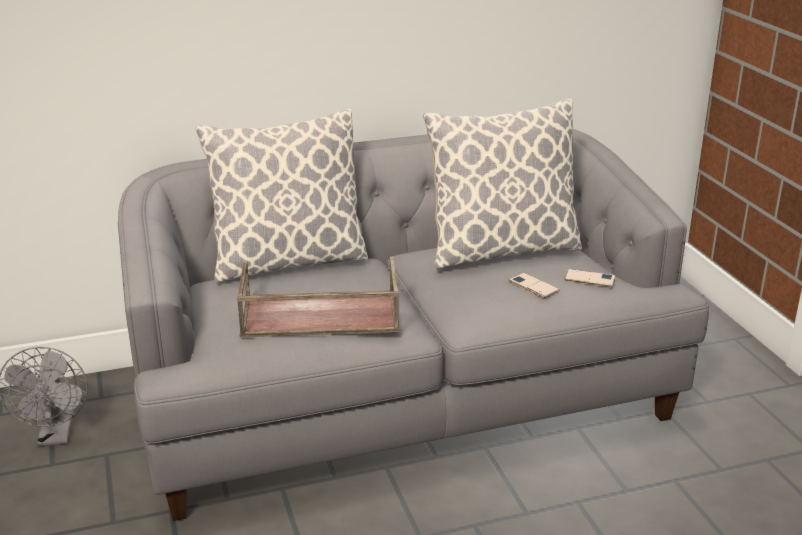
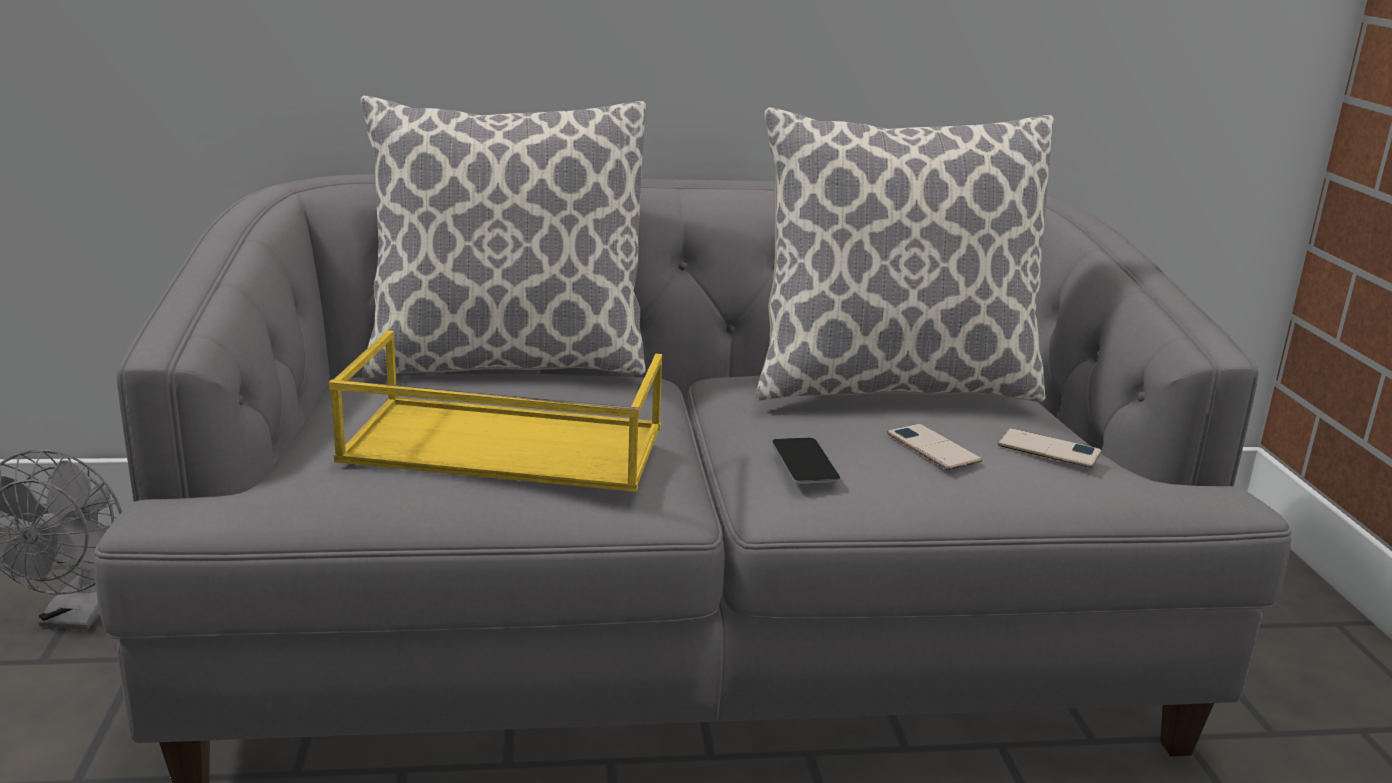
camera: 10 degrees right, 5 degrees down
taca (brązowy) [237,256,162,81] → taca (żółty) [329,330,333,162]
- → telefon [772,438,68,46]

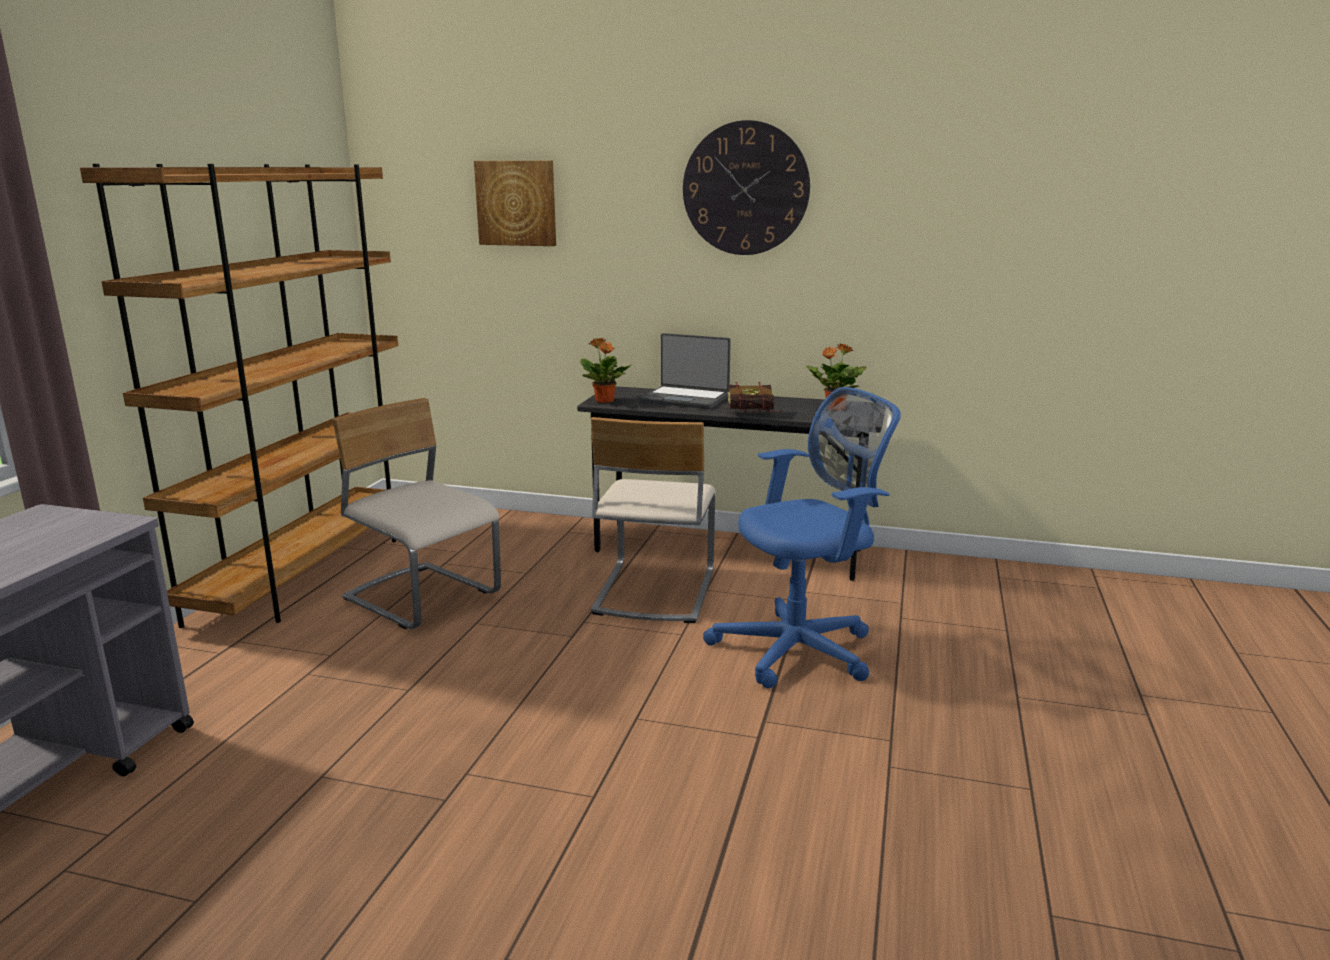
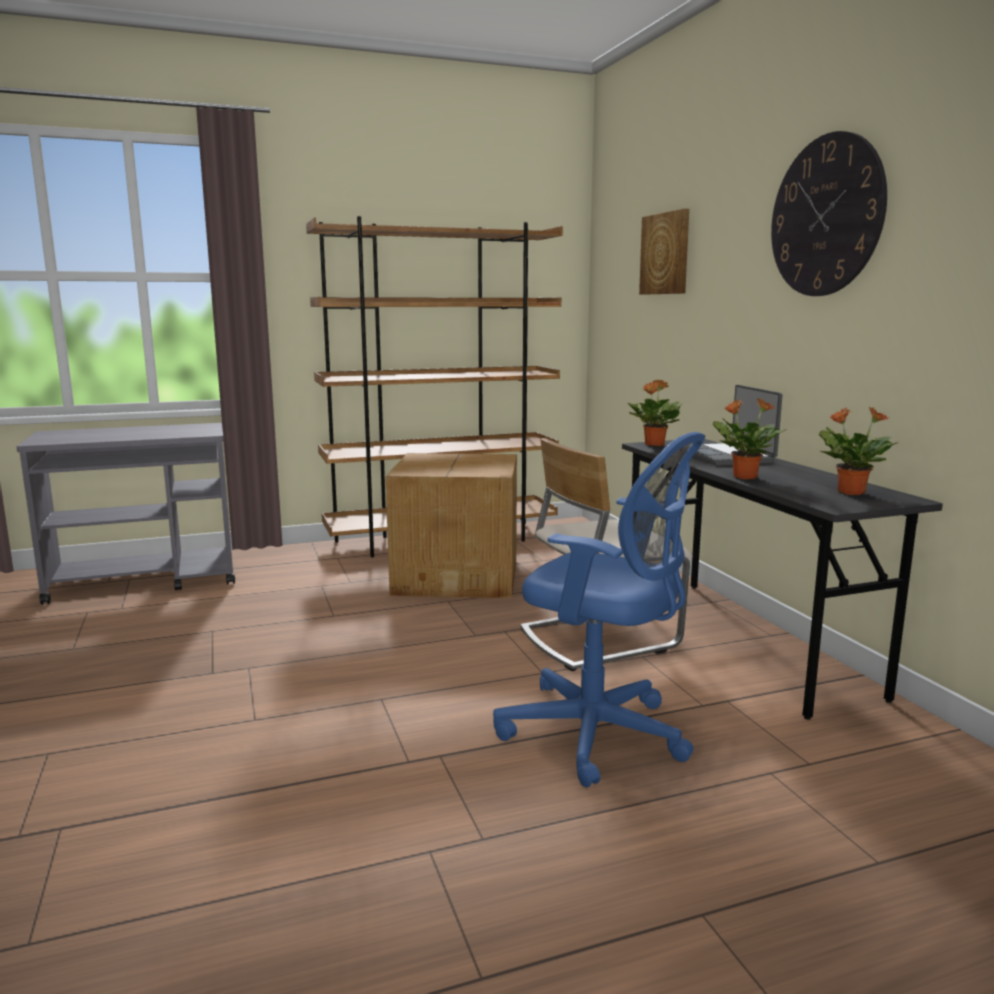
camera: 55 degrees right, 5 degrees down
krzesło (beżowy) [332,398,169,231] → karton [386,453,131,145]
książka [728,382,54,30] → roślina doniczkowa [713,398,74,81]

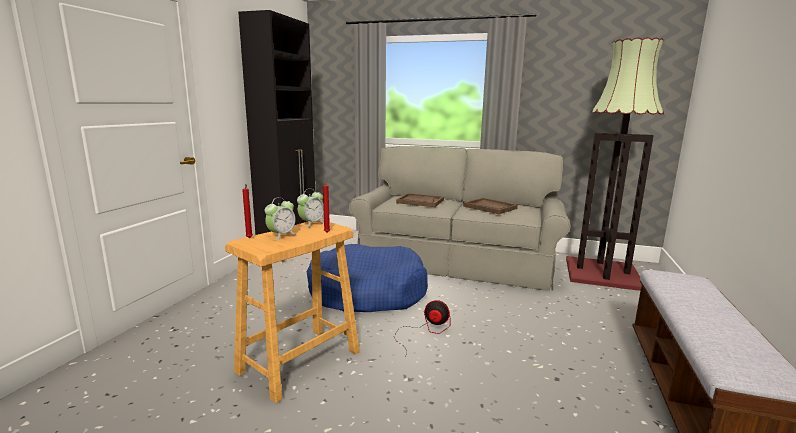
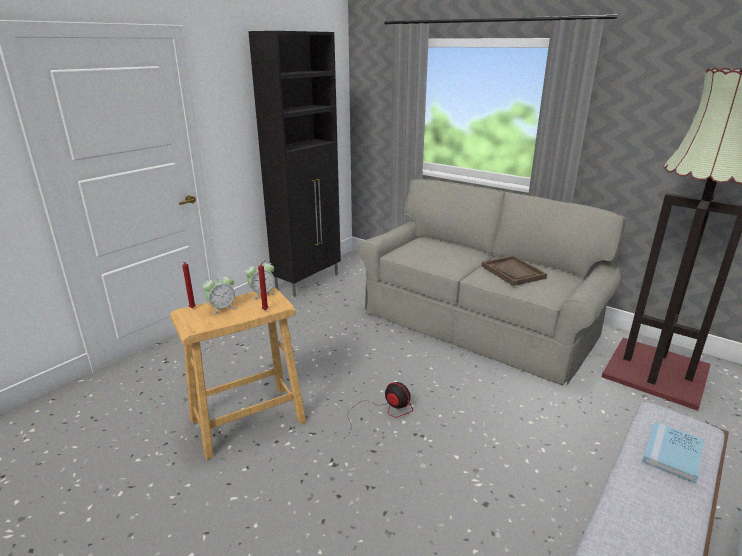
camera: 20 degrees right, 10 degrees up
legowisko (niebieski) [307,244,121,68] → -
taca (brązowy) [396,193,48,14] → -
- → książka (niebieski) [642,422,62,61]

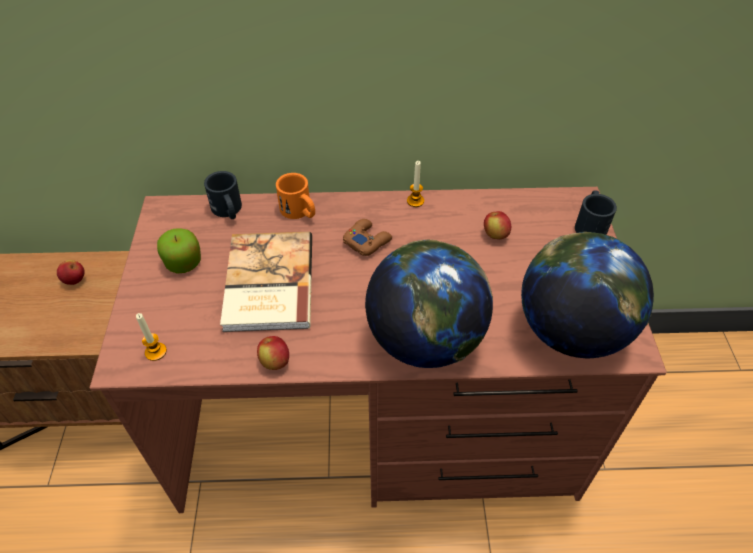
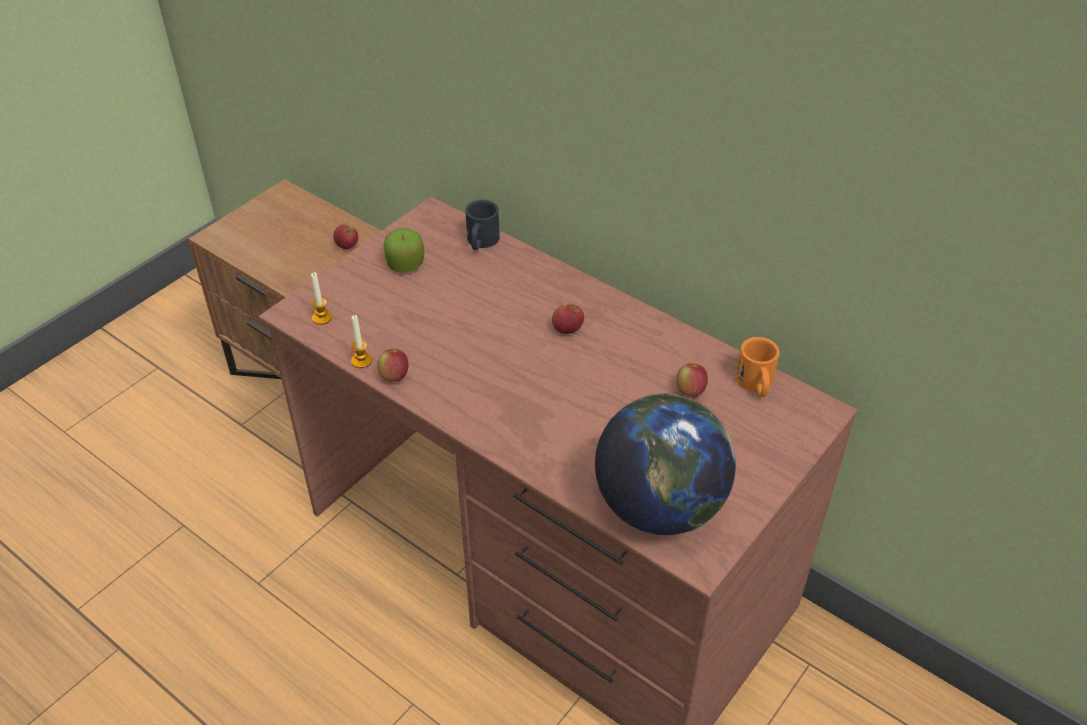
camera: 40 degrees right, 5 degrees down
książka [220,232,92,100] → -
kubek (pomarańczowy) [276,173,39,46] → kubek (pomarańczowy) [736,337,43,60], move
pad do gier (brązowy) [343,219,49,37] → jabłko [552,303,32,31]
globus [365,239,128,129] → -
świeca [407,161,17,46] → świeca [351,315,21,53], move
kubek (czarny) [575,190,42,45] → -

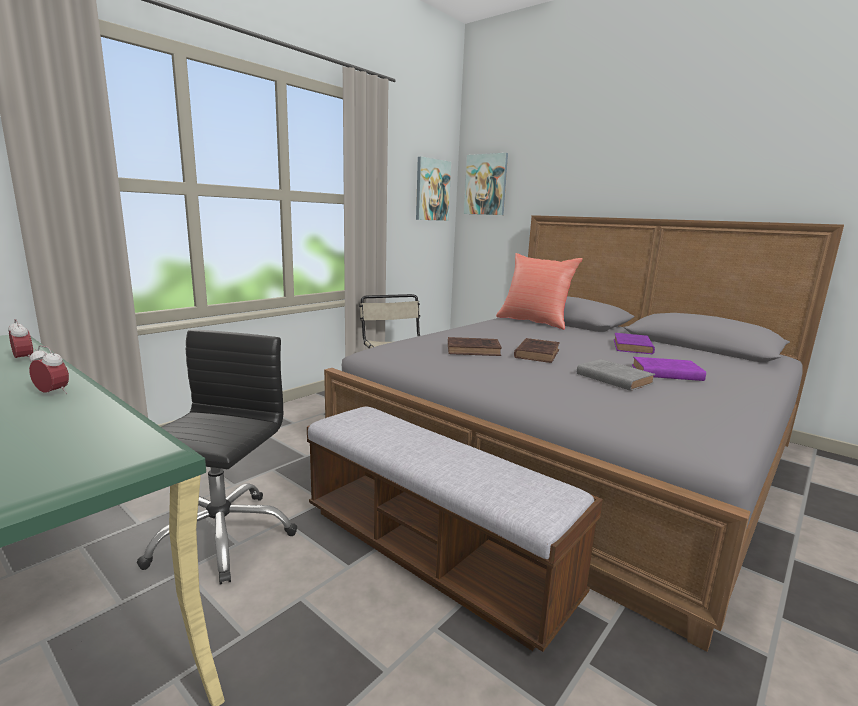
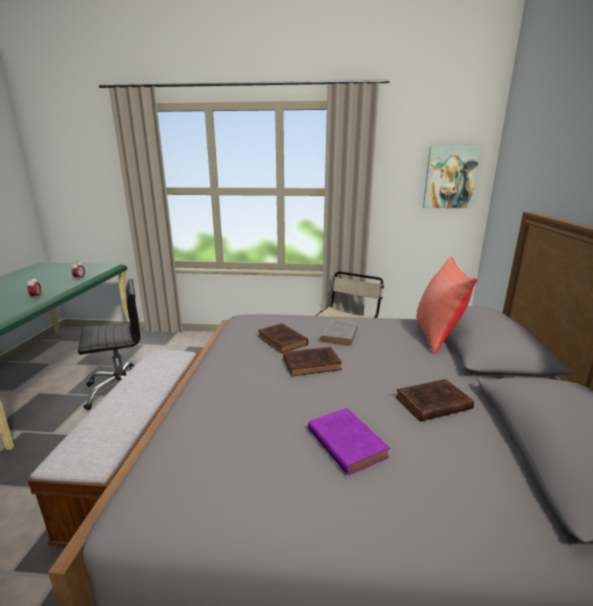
camera: 55 degrees right, 5 degrees up
obraz [464,153,44,62] → -
książka (szary) [577,359,78,32] → książka (szary) [320,319,39,27], move
książka (fioletowy) [614,333,41,21] → książka (brązowy) [396,379,78,43]

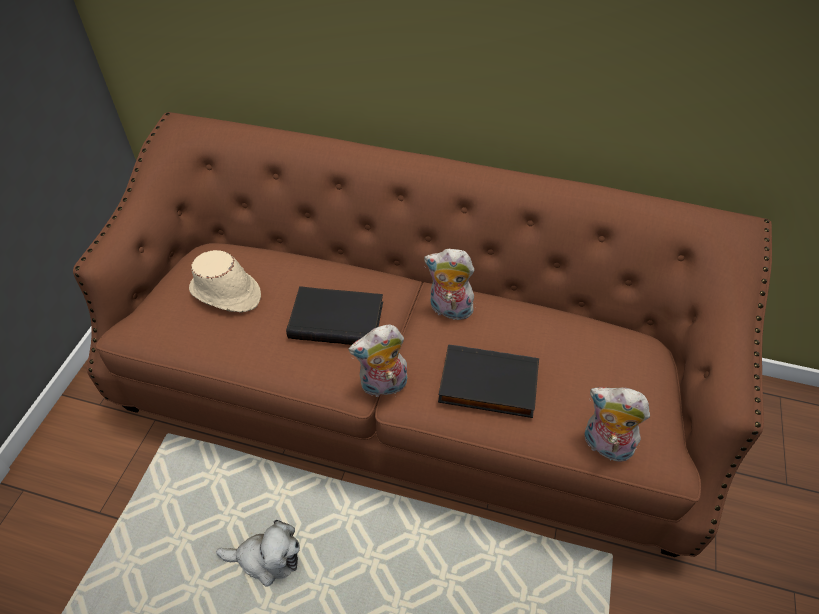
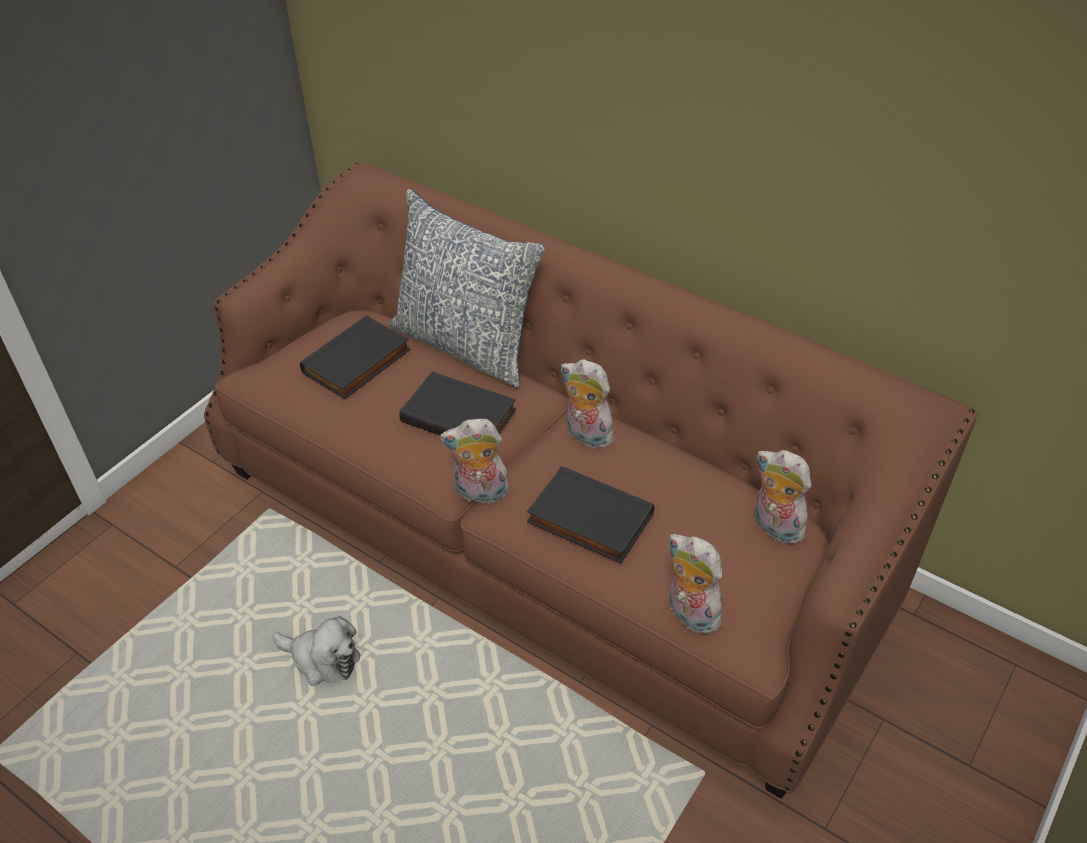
camera: 20 degrees right, 5 degrees down
kapelusz (beżowy) [189,250,72,63] → książka (czarny) [300,315,111,84]
- → poduszka [389,189,156,199]
- → pluszak [755,450,56,95]

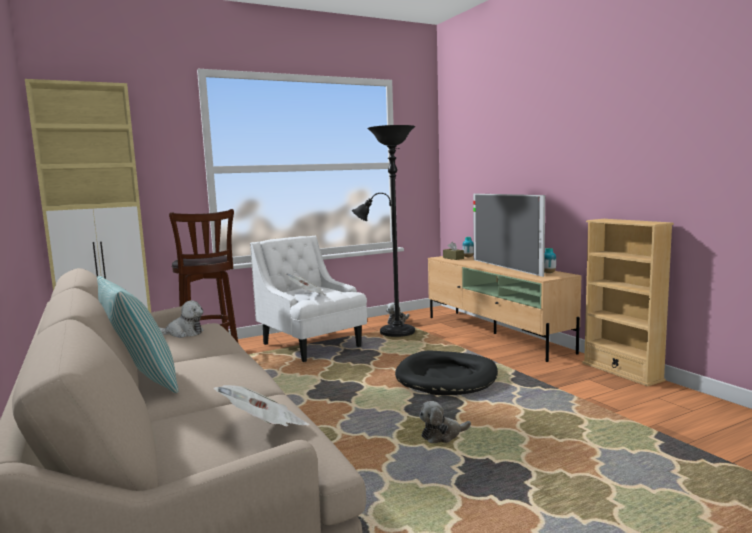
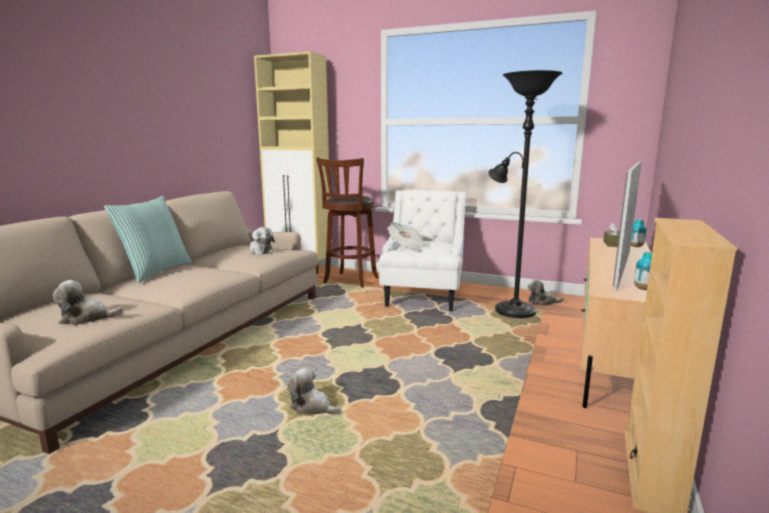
camera: 50 degrees right, 5 degrees up
gazeta [213,385,97,41] → pluszak [53,280,70,45]
legowisko (czarny) [395,350,103,45] → -

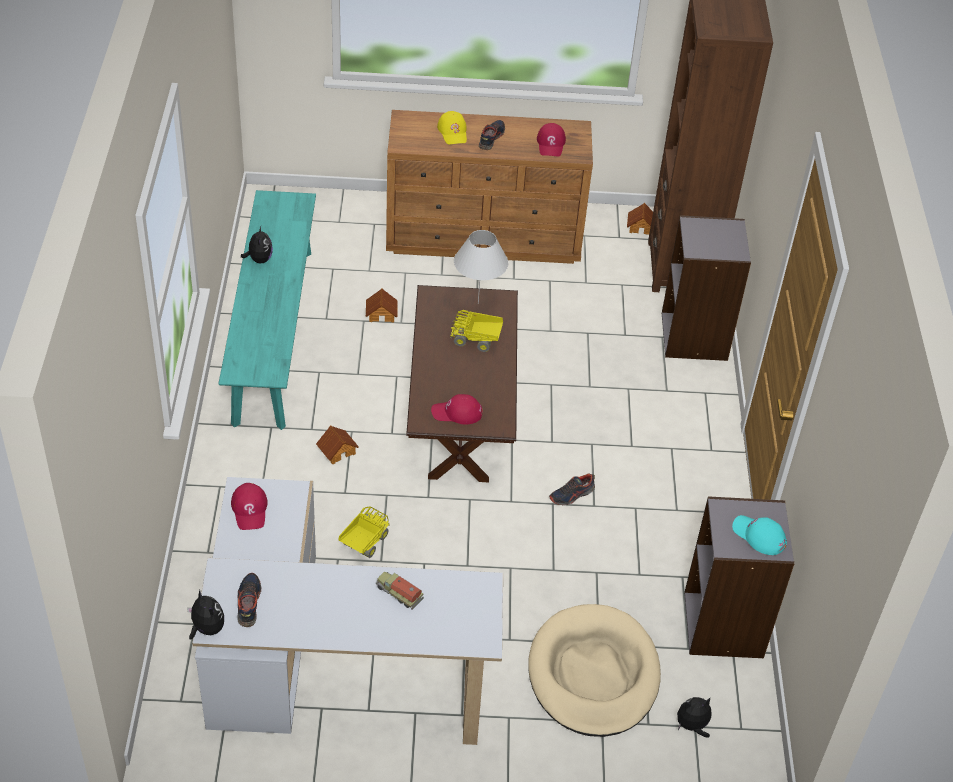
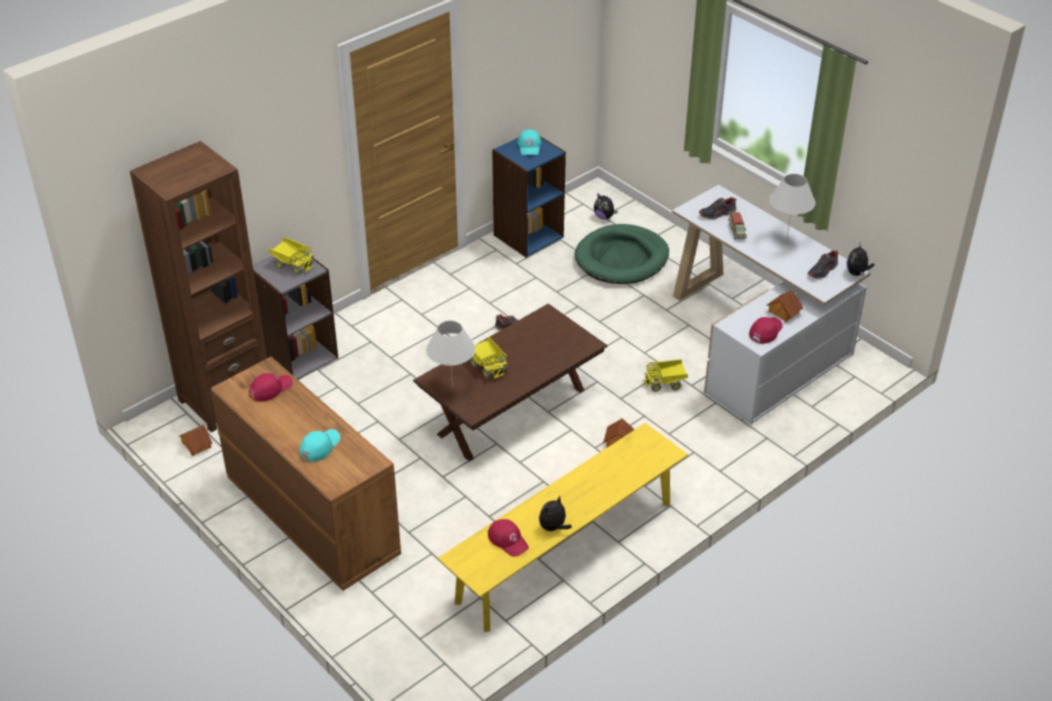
camera: 130 degrees left, 5 degrees down
ławka (turkusowy) [218,190,98,240] → ławka (żółty) [438,423,250,209]
domek [366,289,32,34] → domek [767,290,36,32], move
czapka z daszkiem (czerwony) [431,394,51,31] → czapka z daszkiem (czerwony) [488,519,41,38], move
czapka z daszkiem (żółty) [437,111,30,34] → czapka z daszkiem (turkusowy) [299,429,42,33]
but [479,120,26,30] → but [699,197,37,22], move
legowisko (beżowy) [528,604,133,133] → legowisko (zielony) [574,224,95,60]
regał (szary) [684,496,110,162] → regał (niebieski) [492,136,74,121]
- → ciężarówka zabawkowa [269,237,45,38]
- → lampa stołowa (biały) [769,174,47,66]

